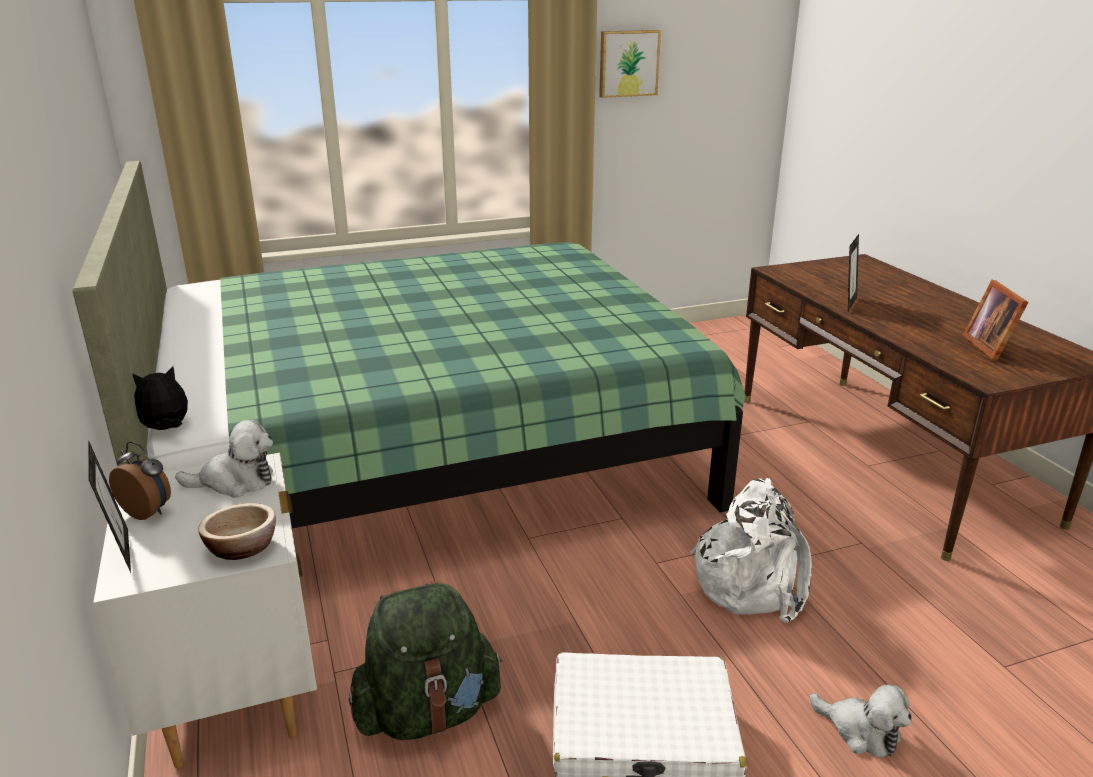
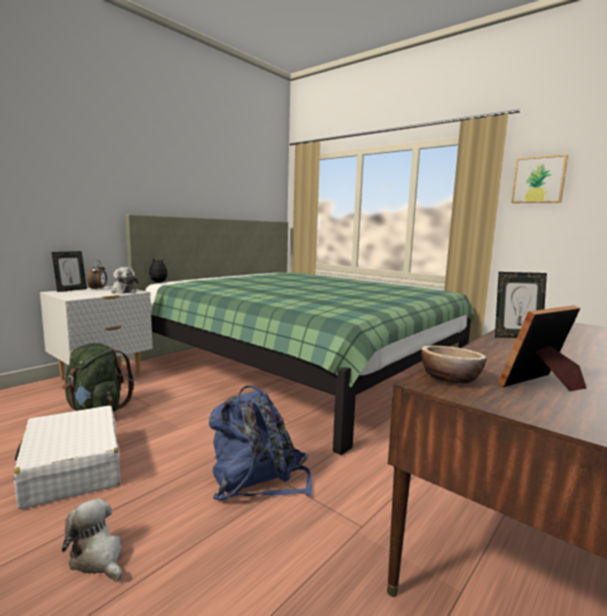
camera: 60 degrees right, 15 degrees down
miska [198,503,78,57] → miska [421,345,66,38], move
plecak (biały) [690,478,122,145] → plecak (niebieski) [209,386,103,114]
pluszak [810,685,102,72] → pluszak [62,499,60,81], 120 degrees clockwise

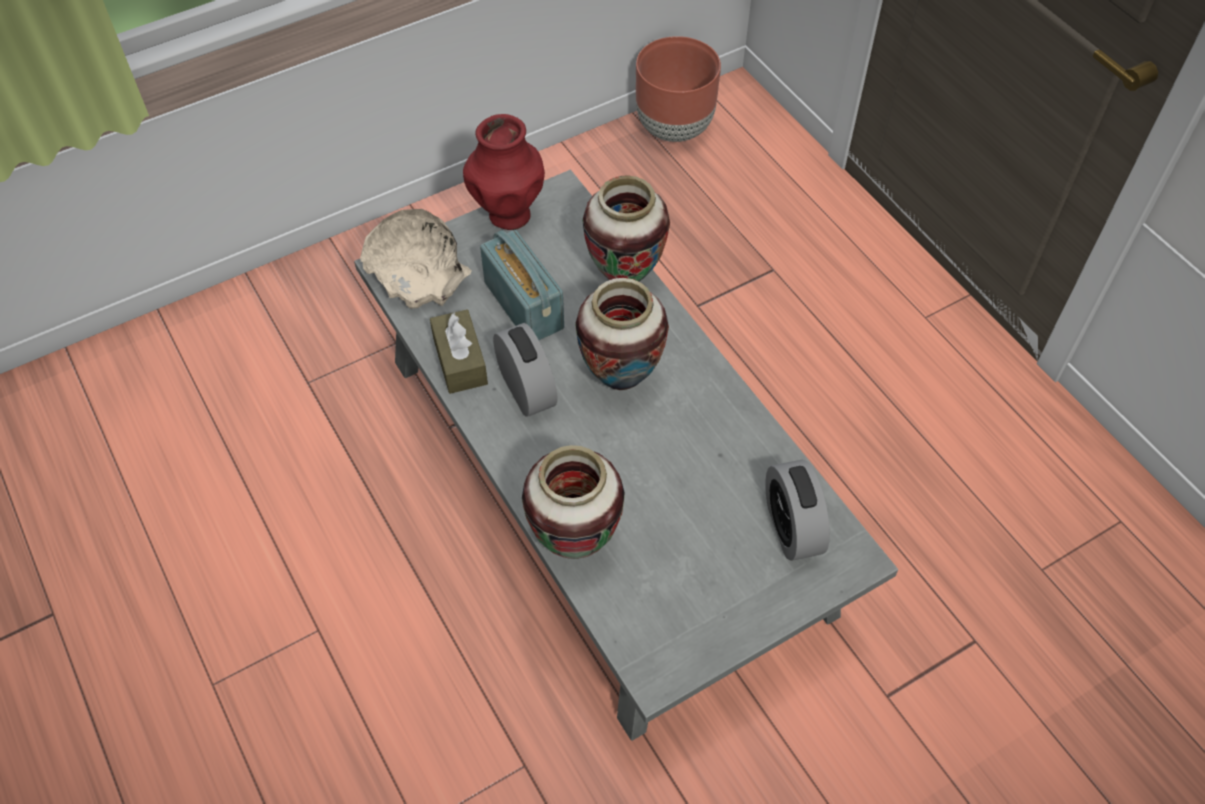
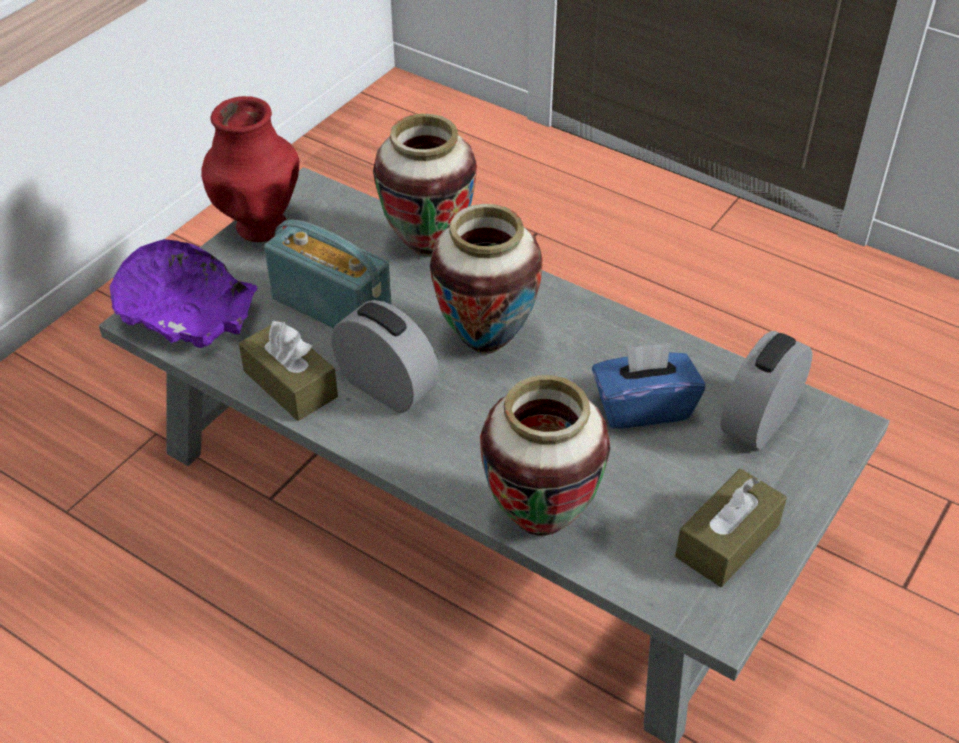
camera: 25 degrees left, 10 degrees down
miska (beżowy) [360,209,112,99] → miska (fioletowy) [110,239,147,109]
donica (brązowy) [636,36,85,106] → -
budzik [765,460,65,101] → budzik [720,331,92,119], 75 degrees clockwise
- → pudełko chusteczek (niebieski) [592,343,113,86]
- → pudełko chusteczek (brązowy) [675,469,112,118]

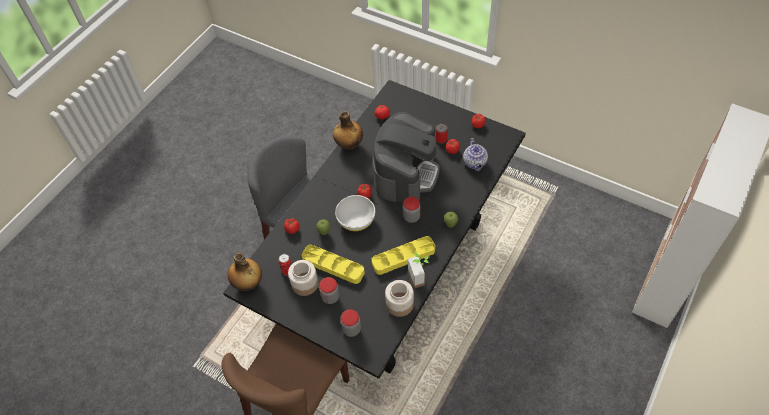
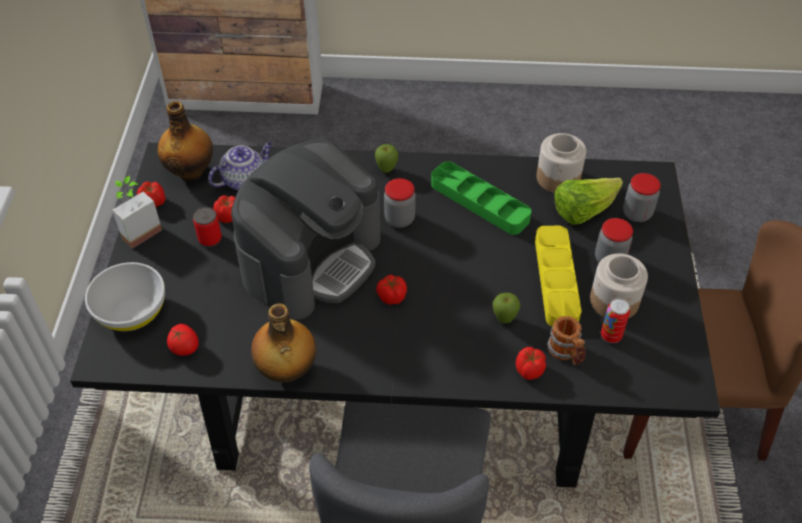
camera: 120 degrees left, 5 degrees down
butelka [228,253,34,38] → butelka [157,101,56,81], move
miska (biały) [335,195,40,36] → miska (biały) [85,262,80,69], move
taca (żółty) [371,236,64,39] → taca (zielony) [431,161,100,74]
ekspres do kawy [373,112,67,91] → ekspres do kawy [231,139,150,181], 135 degrees clockwise
roślina doniczkowa [408,253,21,35] → roślina doniczkowa [112,176,50,73], move
- → kubek [547,316,39,49]
- → sałata [555,178,68,47]

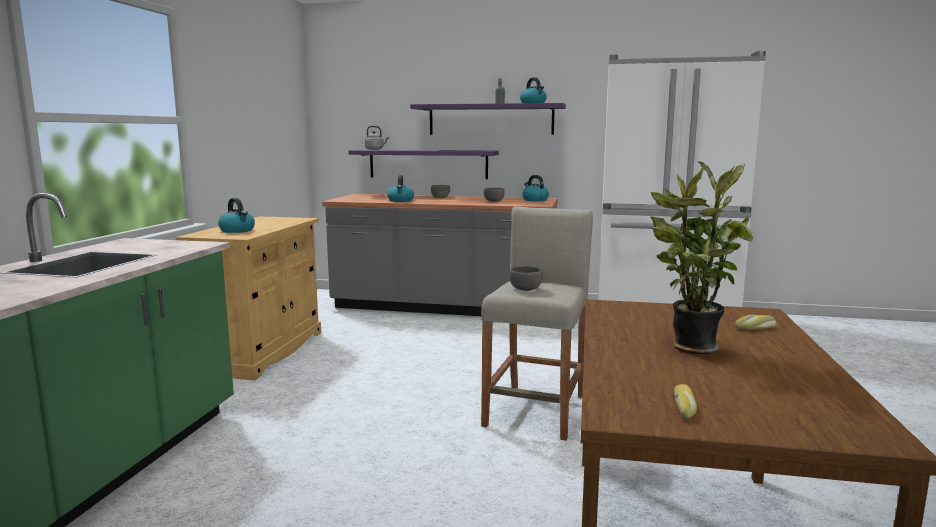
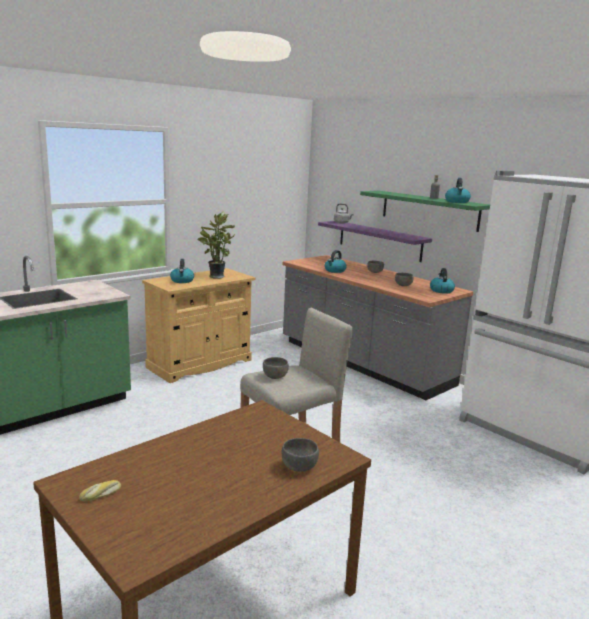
camera: 35 degrees right, 5 degrees up
półka (fioletowy) [410,103,156,32] → półka (zielony) [360,191,130,41]
roślina doniczkowa [650,161,103,193] → roślina doniczkowa [197,212,38,67], move
chleb [735,315,42,15] → miska (szary) [282,438,37,34]

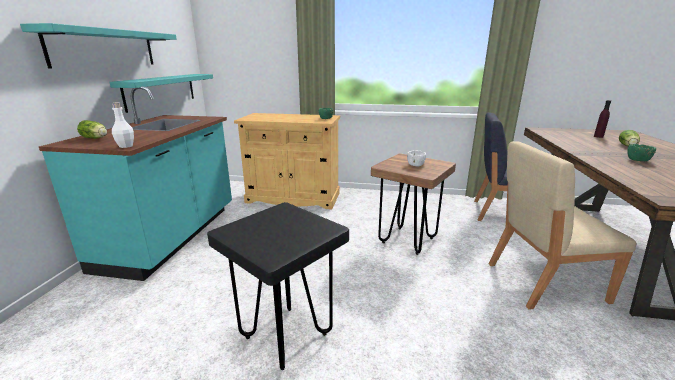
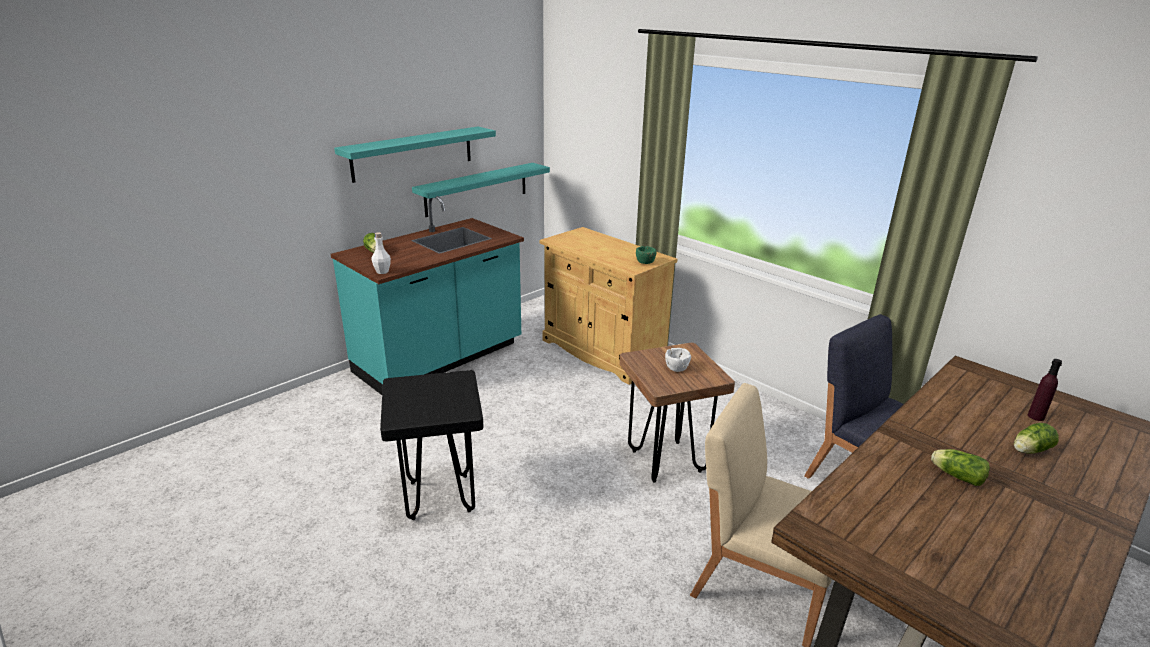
camera: 35 degrees right, 5 degrees up
miska (zielony) [627,144,29,17] → sałata [931,449,59,37]

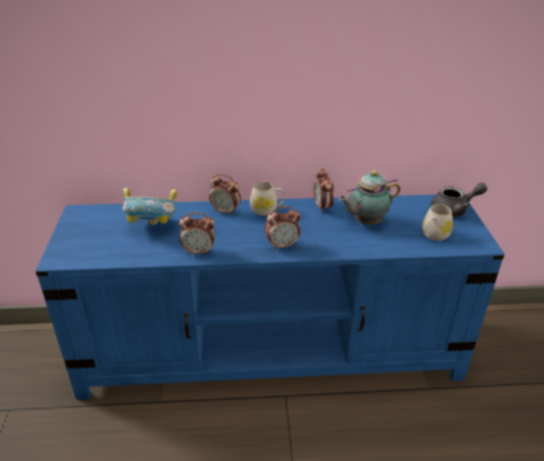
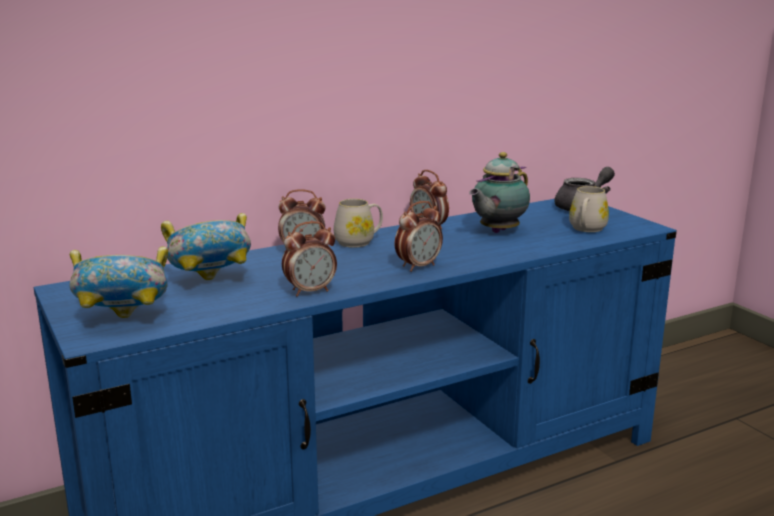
camera: 25 degrees left, 15 degrees down
- → miska [70,246,98,72]

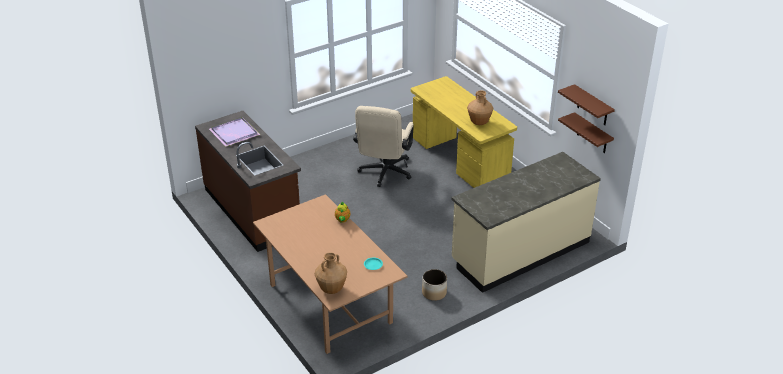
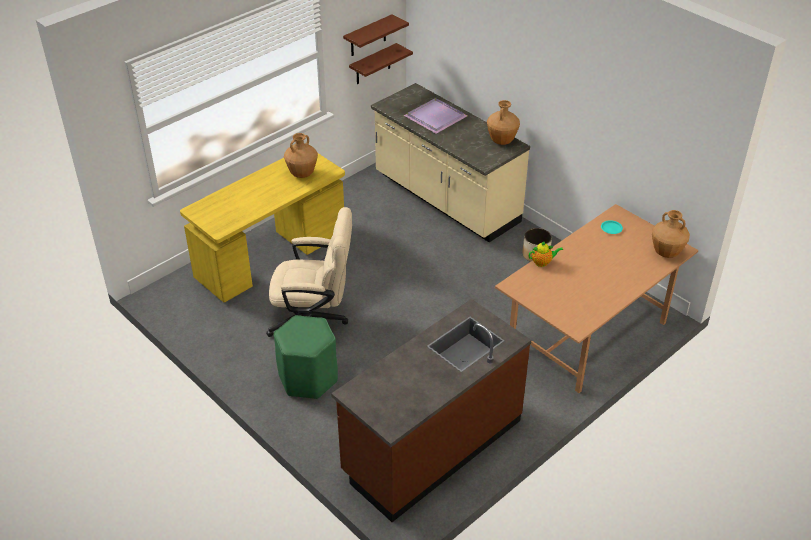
camera: 100 degrees left, 5 degrees up
taca (fioletowy) [209,117,51,30] → taca (fioletowy) [404,98,63,36], move
- → stołek (zielony) [274,315,64,84]
- → wazon (brązowy) [487,100,33,45]

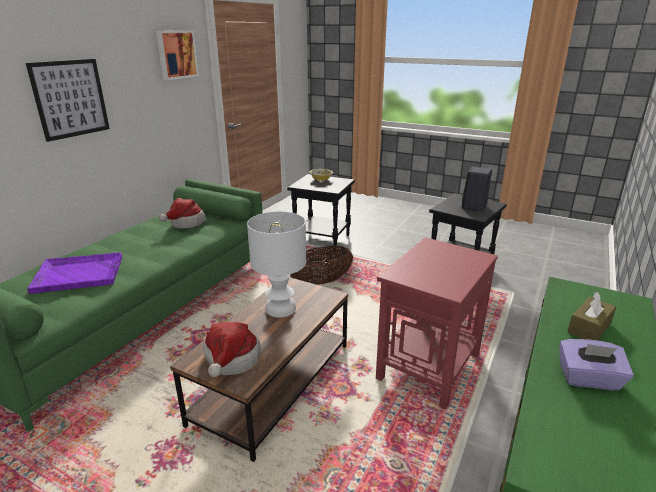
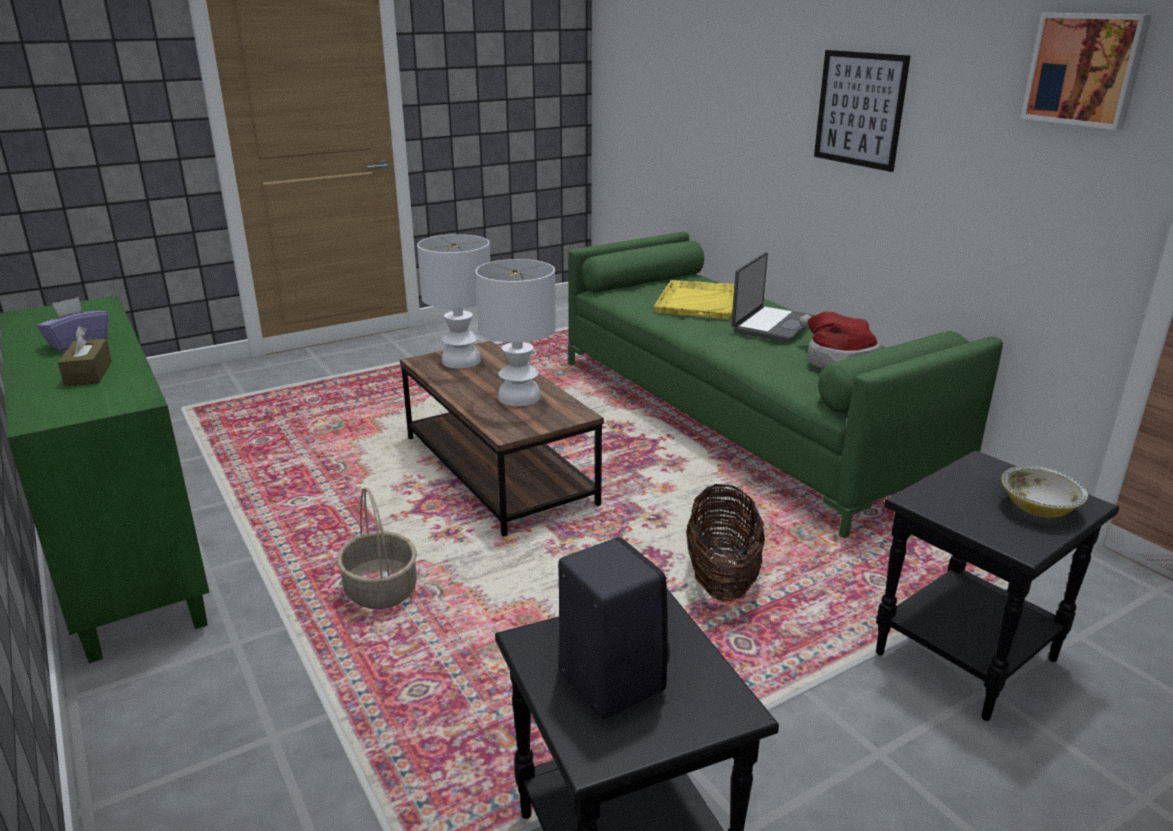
camera: 120 degrees right, 0 degrees up
taca (fioletowy) [27,253,95,41] → taca (żółty) [654,280,80,39]
kapelusz [203,322,58,55] → lampa stołowa (biały) [417,234,73,135]
stolik (czerwony) [376,237,122,173] → koszyk [337,488,80,122]
- → laptop [731,252,84,90]

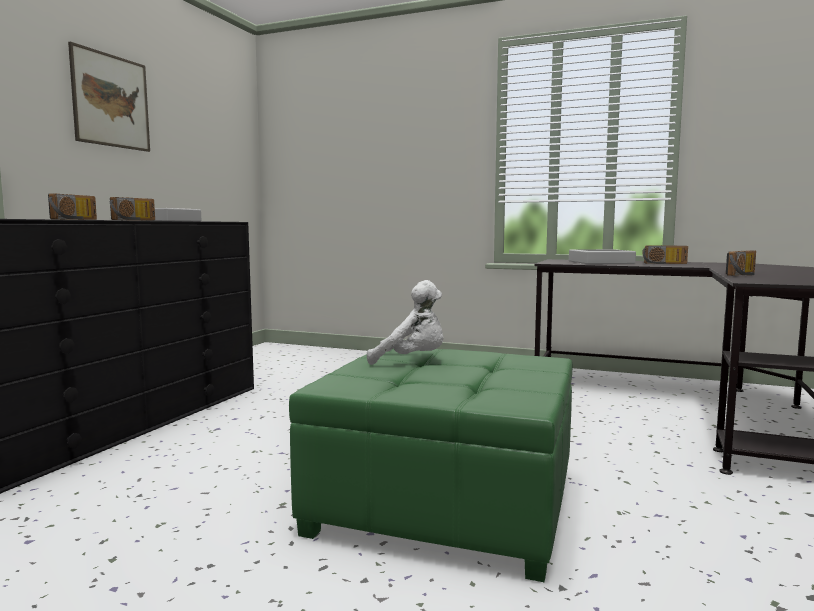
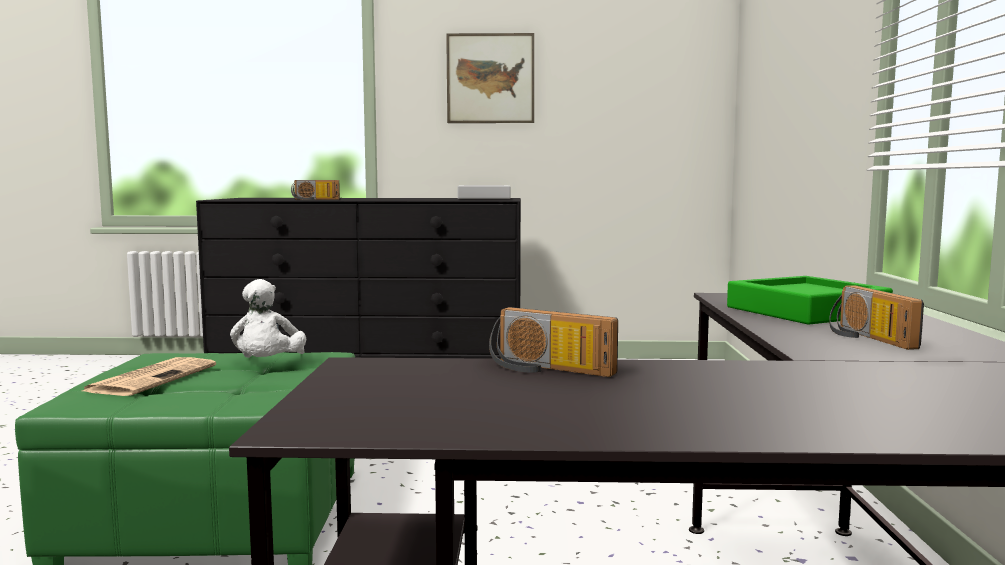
camera: 70 degrees right, 0 degrees up
radio [110,197,45,23] → -
taca (szary) [569,249,67,15] → taca (zielony) [727,276,166,49]
- → gazeta [82,357,134,39]

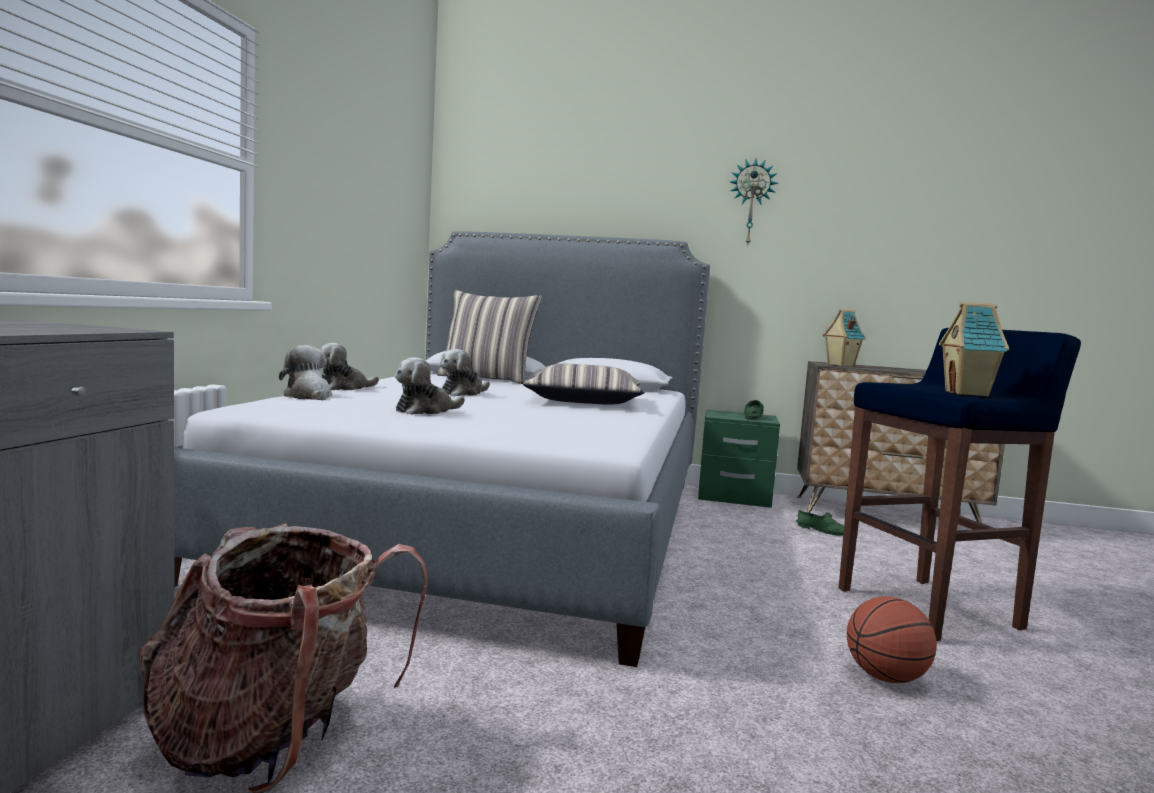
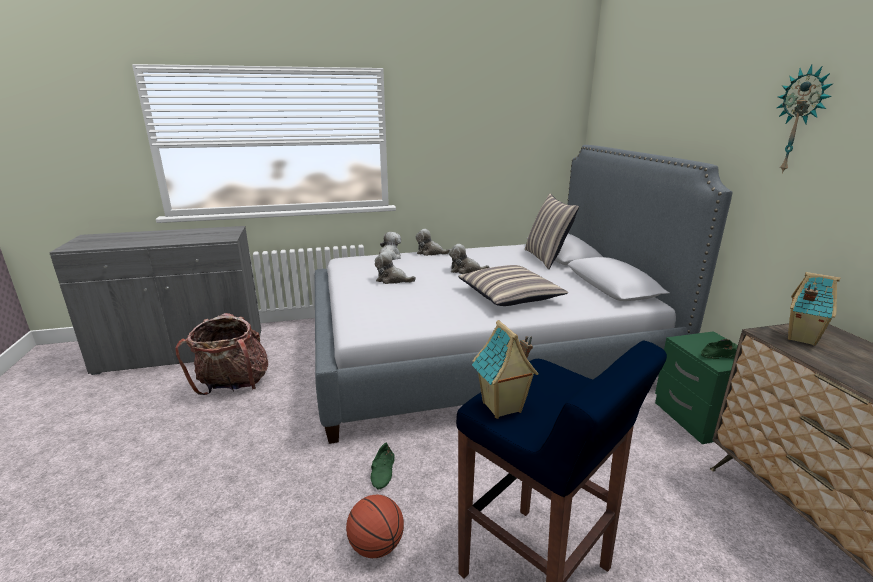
camera: 65 degrees right, 15 degrees up
but (zielony) [796,510,48,26] → but (zielony) [370,443,25,47], move

